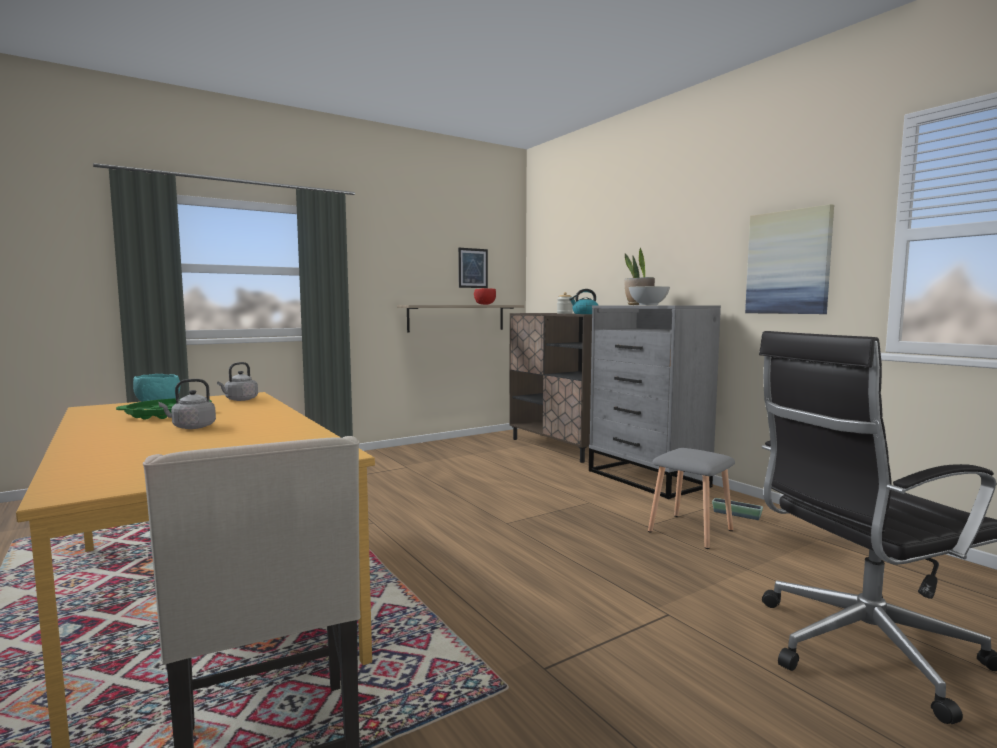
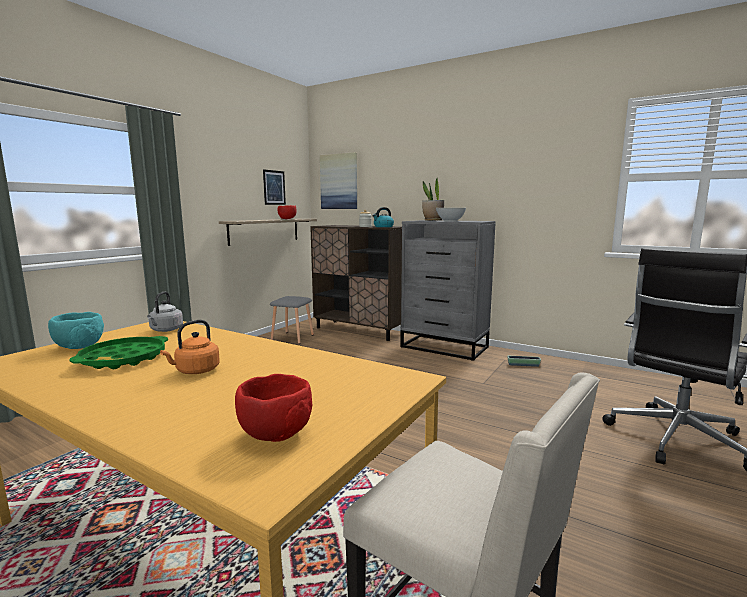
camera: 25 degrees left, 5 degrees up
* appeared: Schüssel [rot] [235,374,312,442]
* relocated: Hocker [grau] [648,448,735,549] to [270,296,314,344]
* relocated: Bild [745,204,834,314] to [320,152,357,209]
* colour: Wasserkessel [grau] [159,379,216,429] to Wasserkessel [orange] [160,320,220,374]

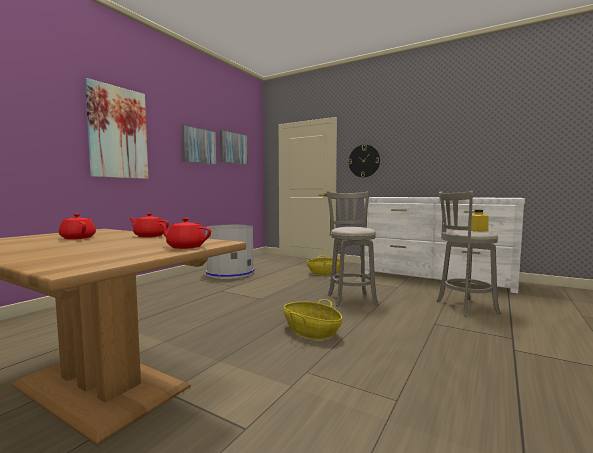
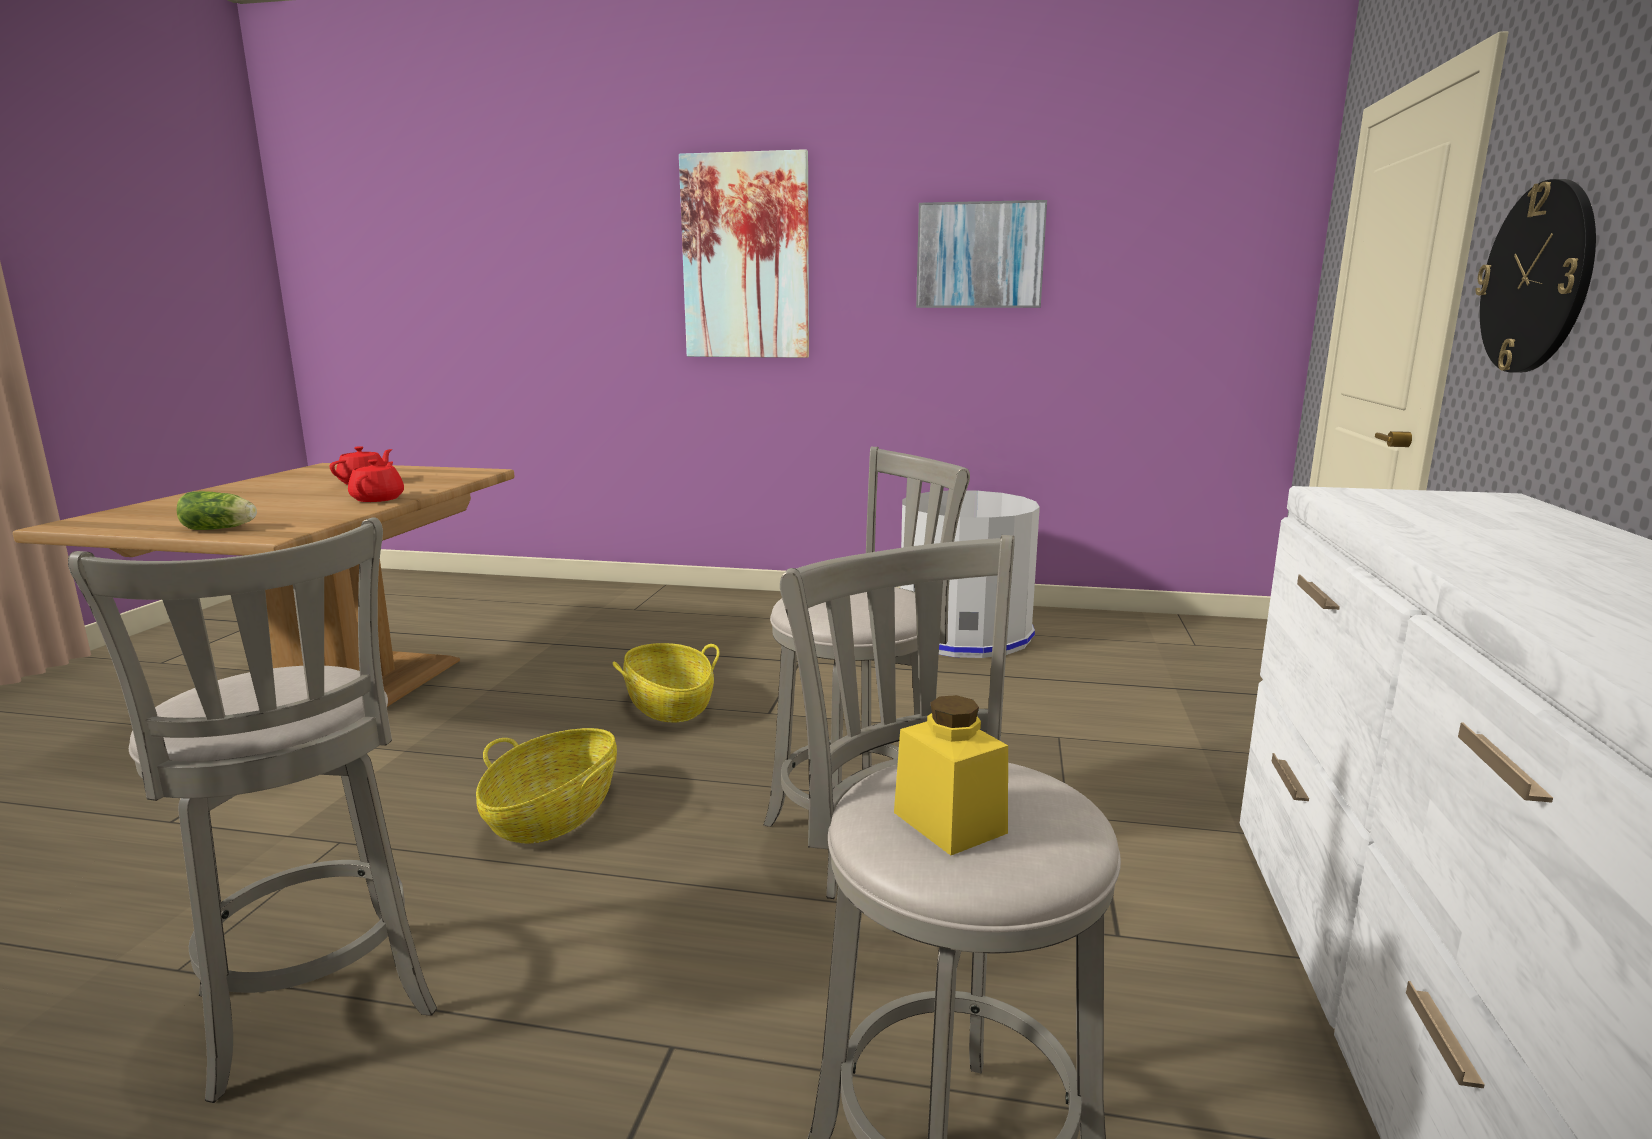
camera: 70 degrees right, 10 degrees up
* missing: Bild [220,129,248,165]
* appeared: Hocker [grau] [68,517,437,1103]
* relocated: Korb [307,255,345,275] to [613,643,720,723]
* exchanged: Teekanne [rot] [158,218,211,249] to Salatkopf [176,491,257,530]

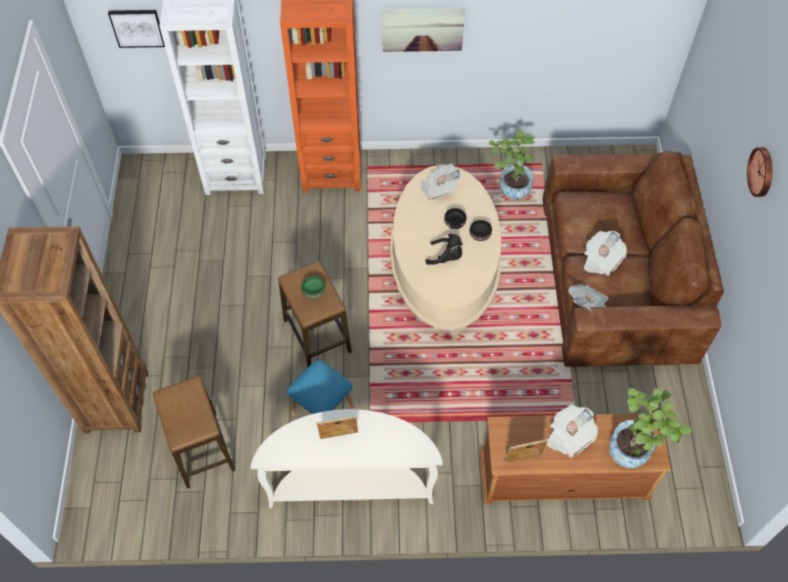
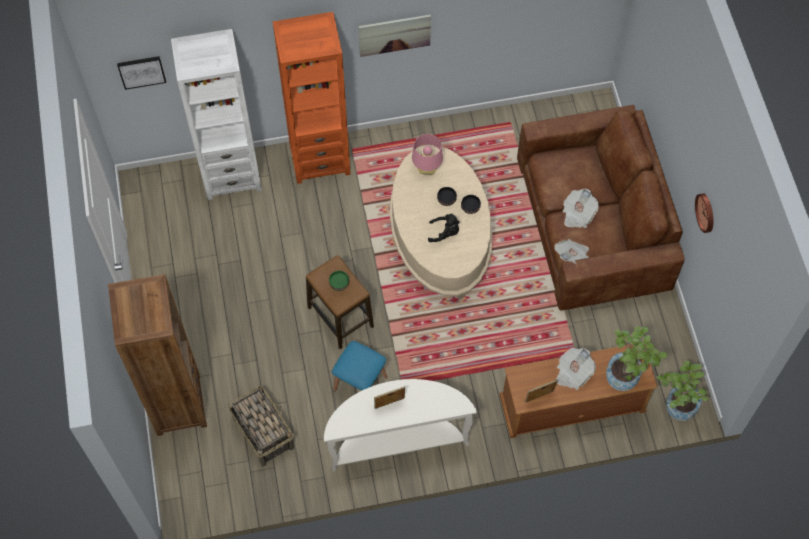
camera: 10 degrees left, 5 degrees up
* relocated: Topfpflanze [488,130,535,199] to [657,361,708,421]
* relocated: Wanduhr [747,147,772,197] to [695,193,713,233]
* exchanged: Hocker [153,376,236,489] to Korb [228,386,294,467]
* exchanged: Zeitung [419,164,462,200] to Tischlampe [rosa] [412,134,443,175]

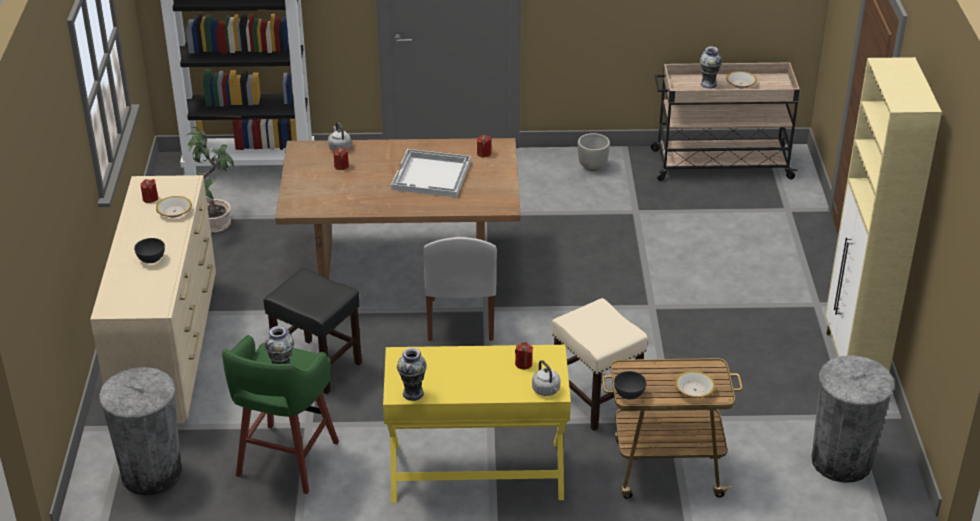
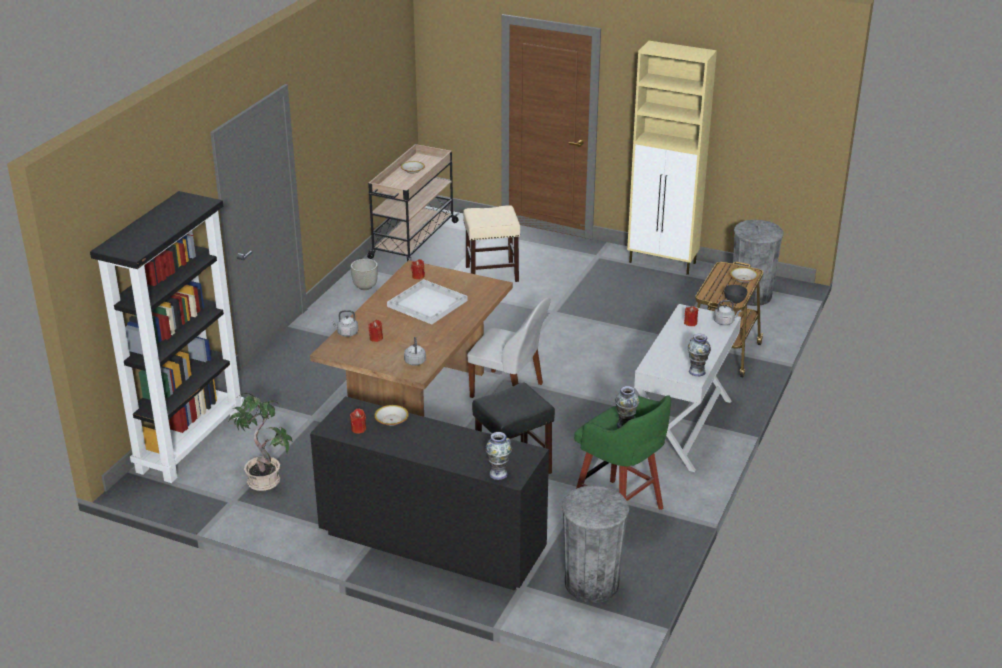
camera: 65 degrees left, 5 degrees down
* missing: Schüssel [grau] [134,238,165,263]
* appeared: Wasserkessel [grau] [404,337,426,366]
* relocated: Hocker [beige] [552,298,648,431] to [463,205,520,282]
* relocated: Vase [700,46,722,89] to [485,432,512,480]
* colour: Kommode [beige] [90,175,216,423] to Kommode [schwarz] [310,396,549,591]
* colour: Konsolentisch [gelb] [383,345,571,503] to Konsolentisch [weiß] [634,304,741,472]

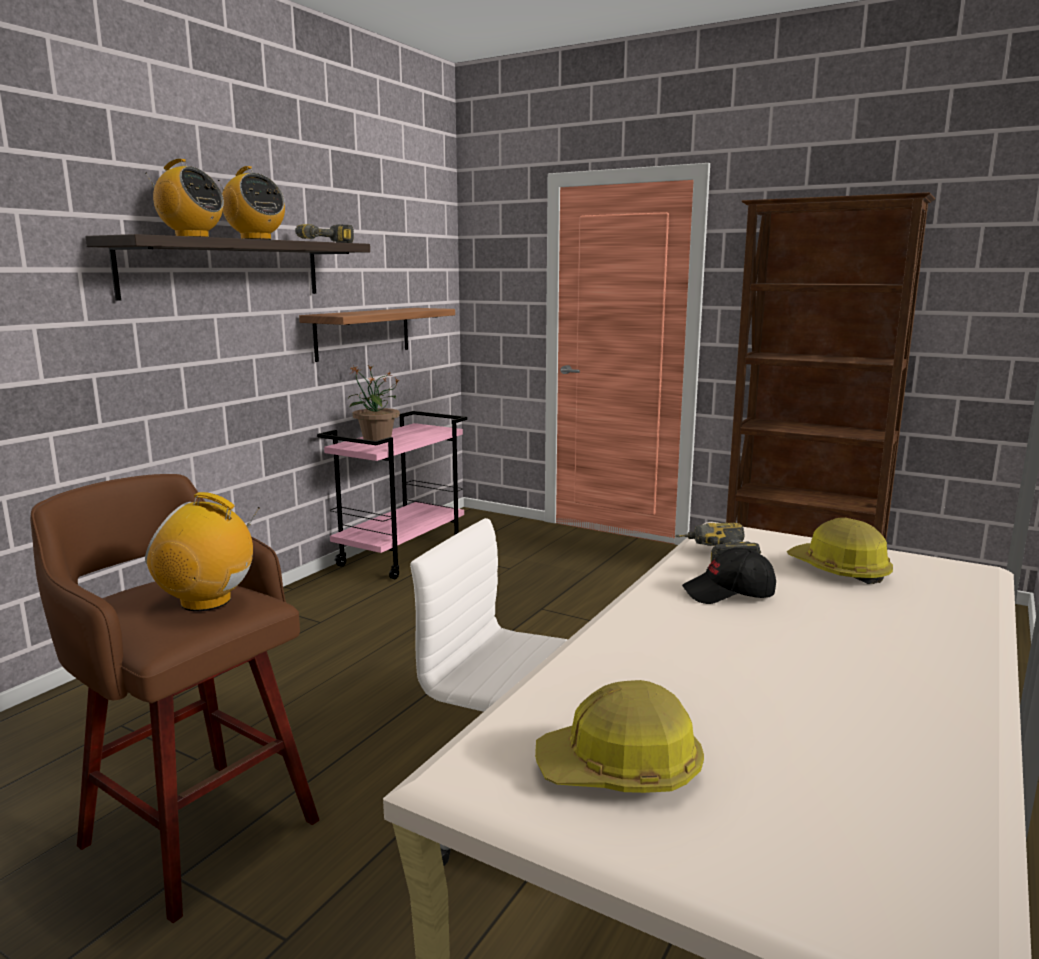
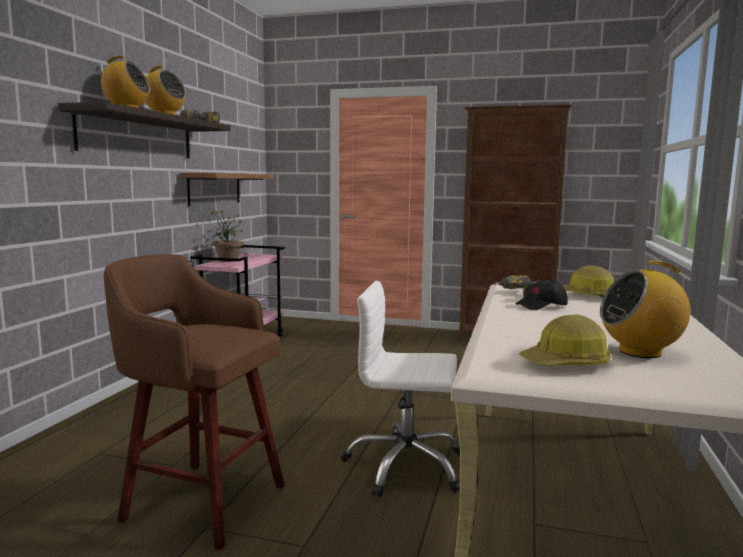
camera: 15 degrees left, 5 degrees down
* relocated: Radio [145,492,260,611] to [600,261,690,358]

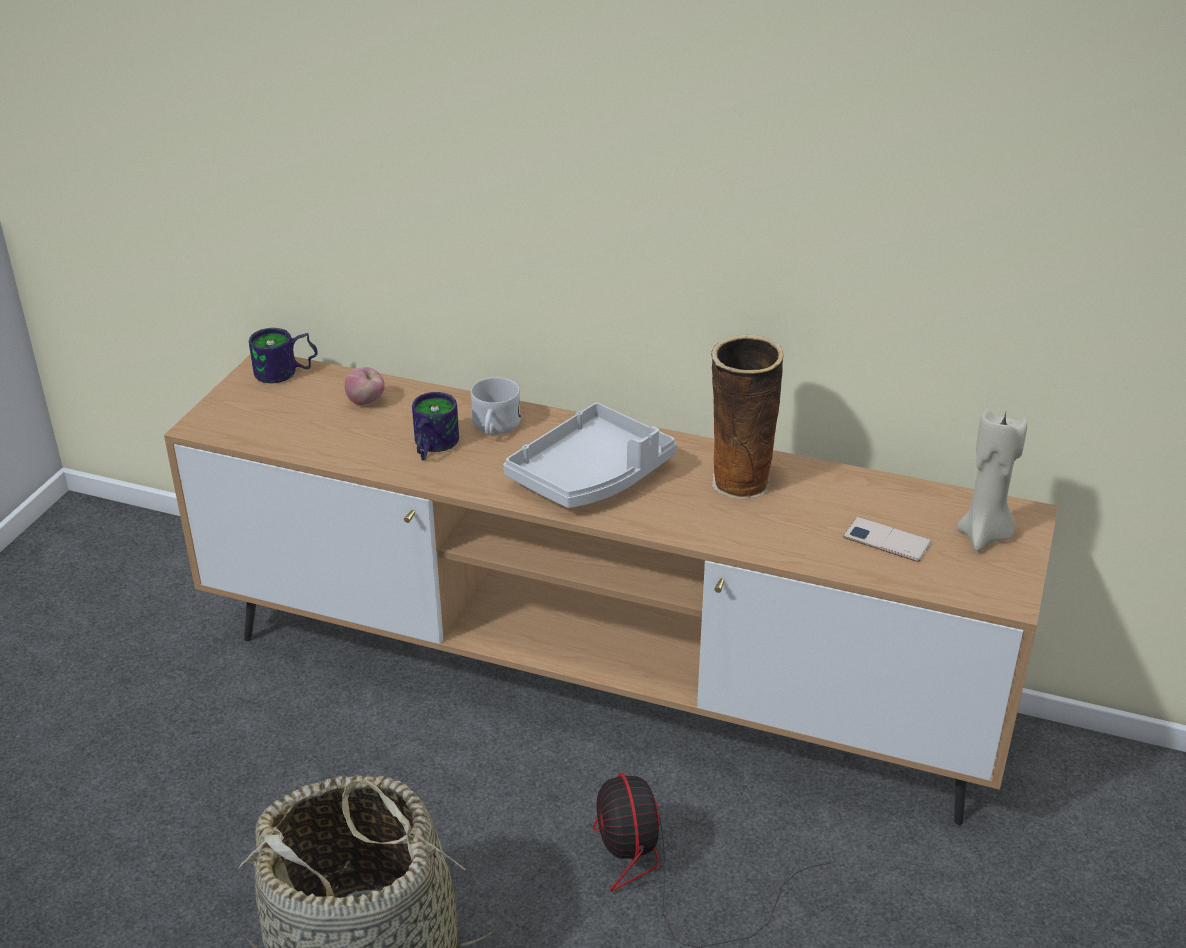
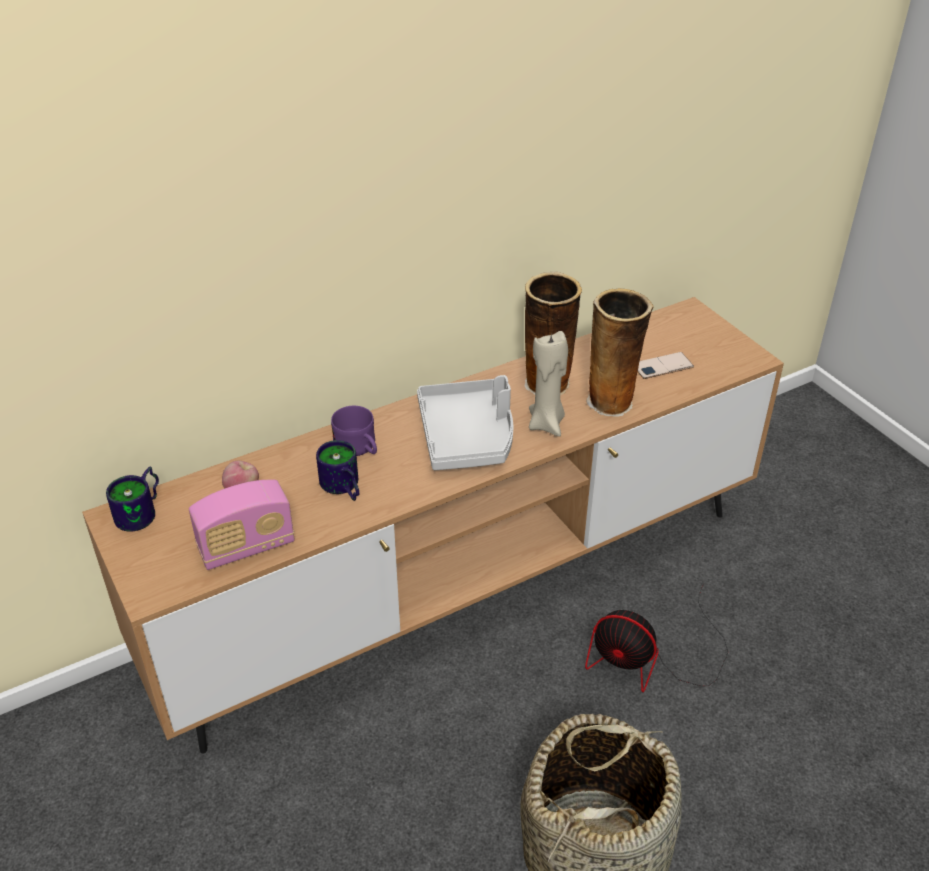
camera: 50 degrees left, 5 degrees up
* appeared: Radio [189,480,295,570]
* appeared: Vase [586,288,653,417]
* relocated: Kerze [beige] [957,410,1027,551] to [529,331,568,437]
* colour: Henkelbecher [weiß] [471,377,521,435] to Henkelbecher [lila] [331,406,377,456]

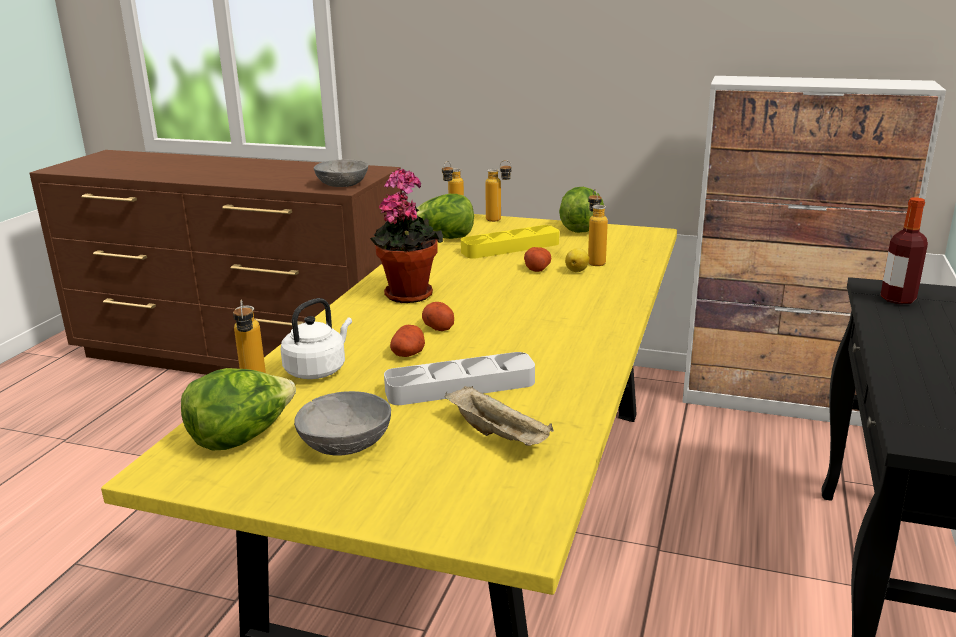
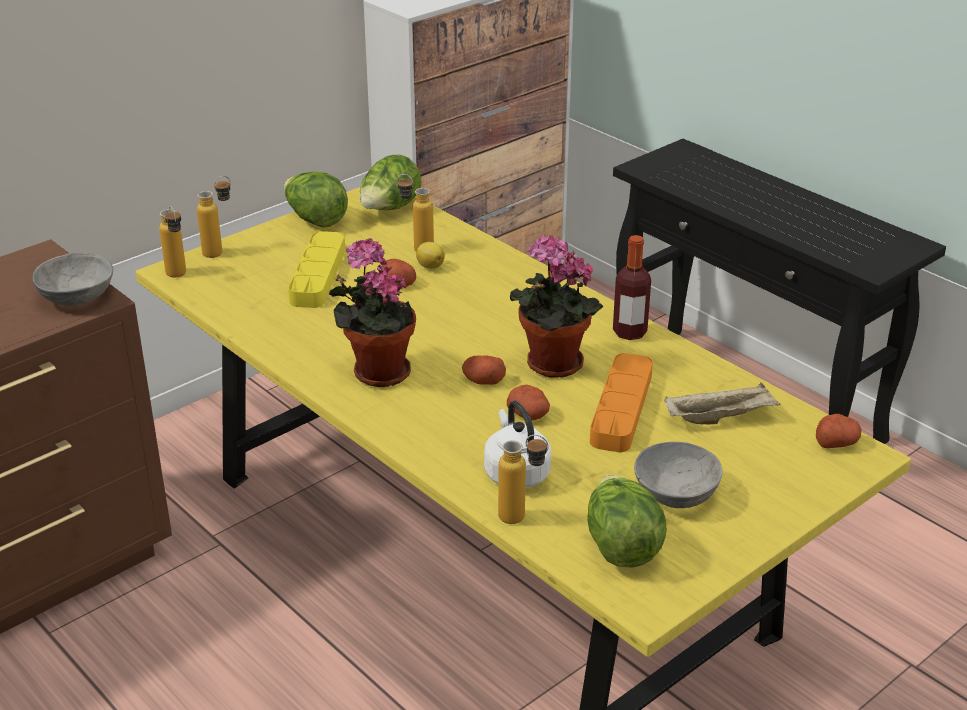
camera: 60 degrees left, 10 degrees up
* appeared: Topfpflanze [510,235,604,378]
* appeared: Kartoffel [816,414,861,448]
* relocated: Salatkopf [417,194,474,239] to [360,155,422,210]
* relocated: Flasche [880,197,928,304] to [613,235,651,340]
* colour: Tablett [grau] [384,352,535,405] to Tablett [orange] [590,353,653,452]

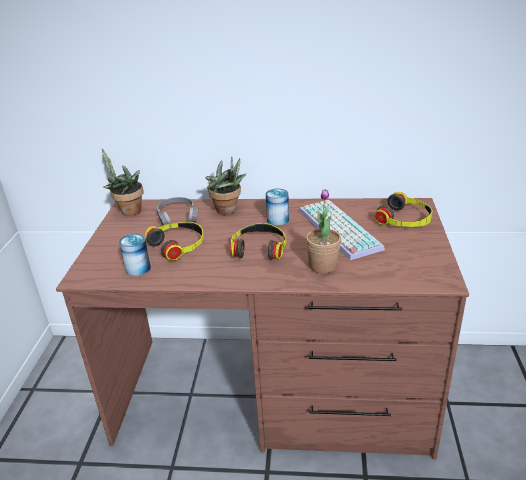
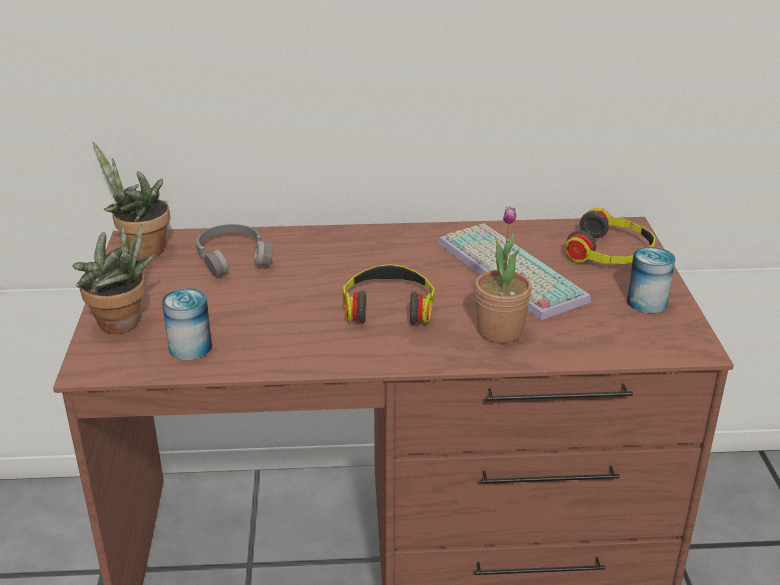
camera: 10 degrees left, 0 degrees up
* missing: Kopfhörer [145,222,204,261]
* relocated: Topfpflanze [206,157,246,215] to [73,224,155,334]
* relocated: Dose [266,188,289,226] to [627,247,675,313]

